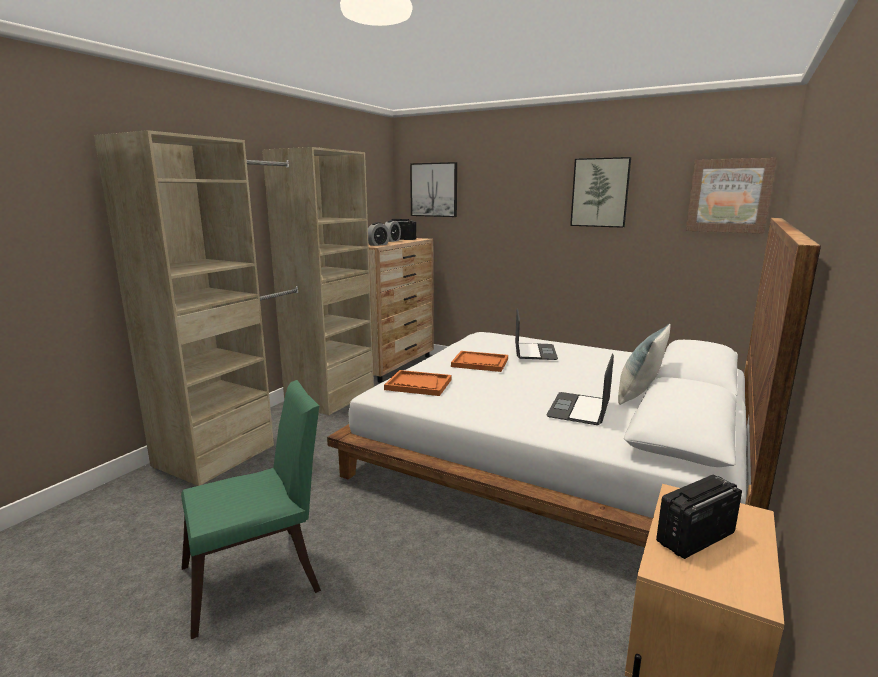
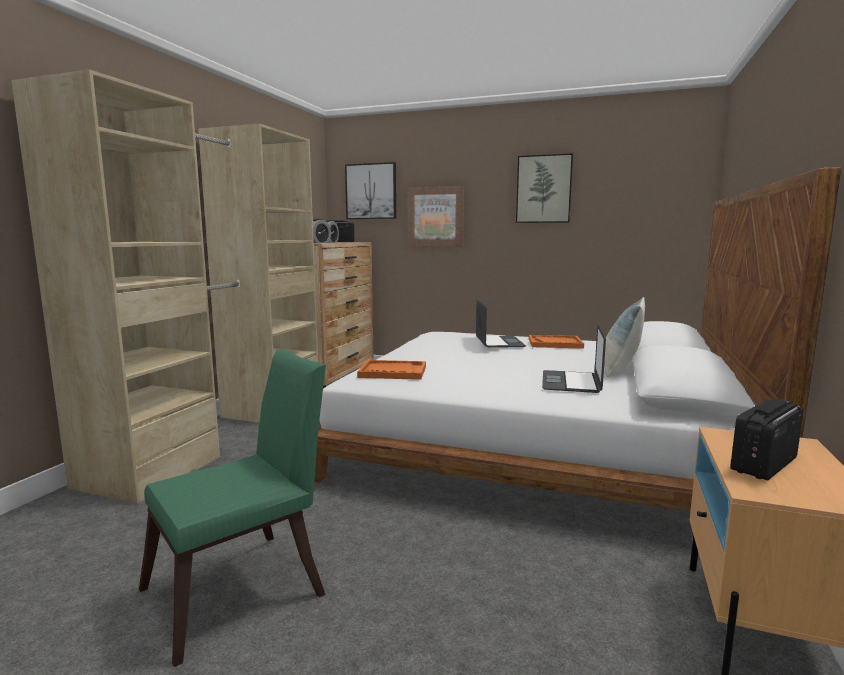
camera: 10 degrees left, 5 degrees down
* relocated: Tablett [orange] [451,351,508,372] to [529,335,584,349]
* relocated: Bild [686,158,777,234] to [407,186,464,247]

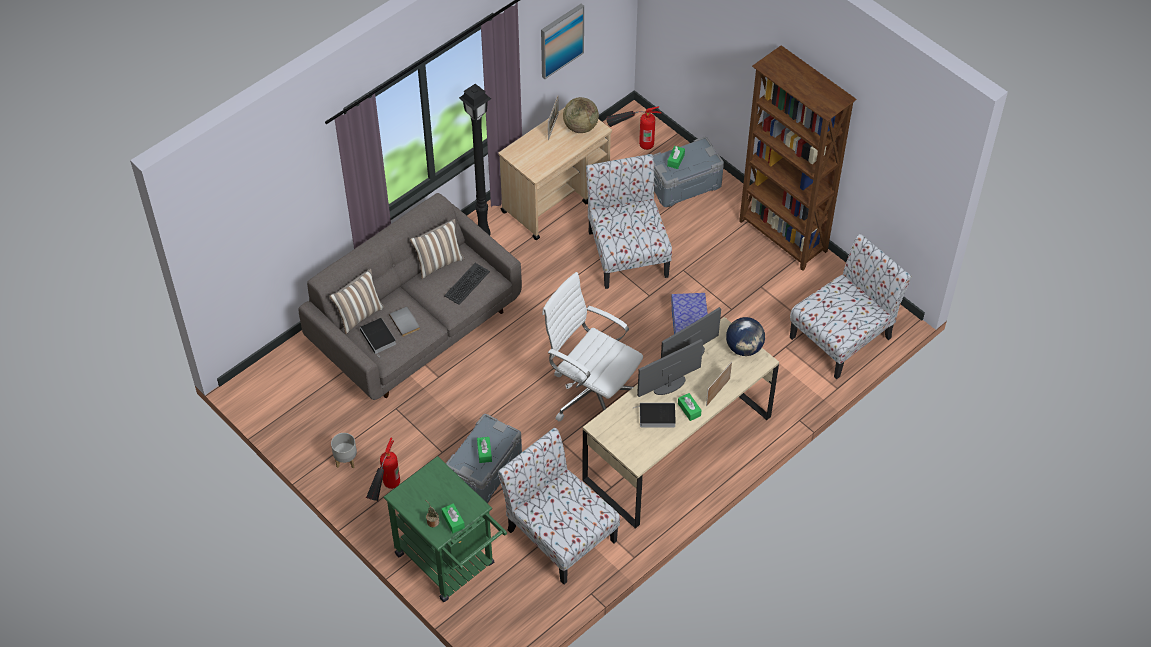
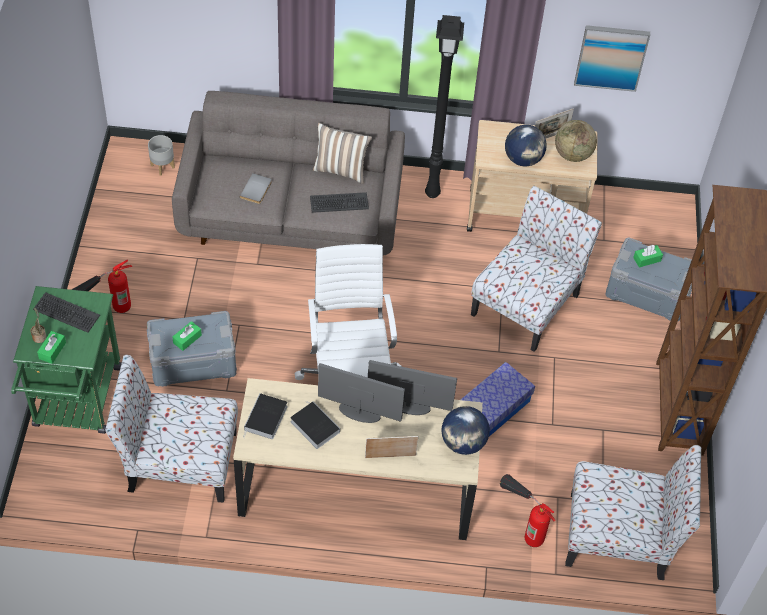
camera: 45 degrees right, 0 degrees up
* missing: Kissen [329,269,385,334]
* missing: Taschentuchbox [grün] [678,393,702,421]
* appeared: Tastatur [33,292,100,333]
* appeared: Globus [505,125,547,166]
* relocated: Pflanzkübel [grau] [331,433,357,468] to [148,135,175,176]
* relocated: Buch [360,318,396,357] to [243,393,287,439]
* relocated: Feuerlöscher [606,106,661,150] to [500,474,556,547]
* spun: Stuhl [498,427,620,584] = [105,355,238,503] 90 degrees counterclockwise

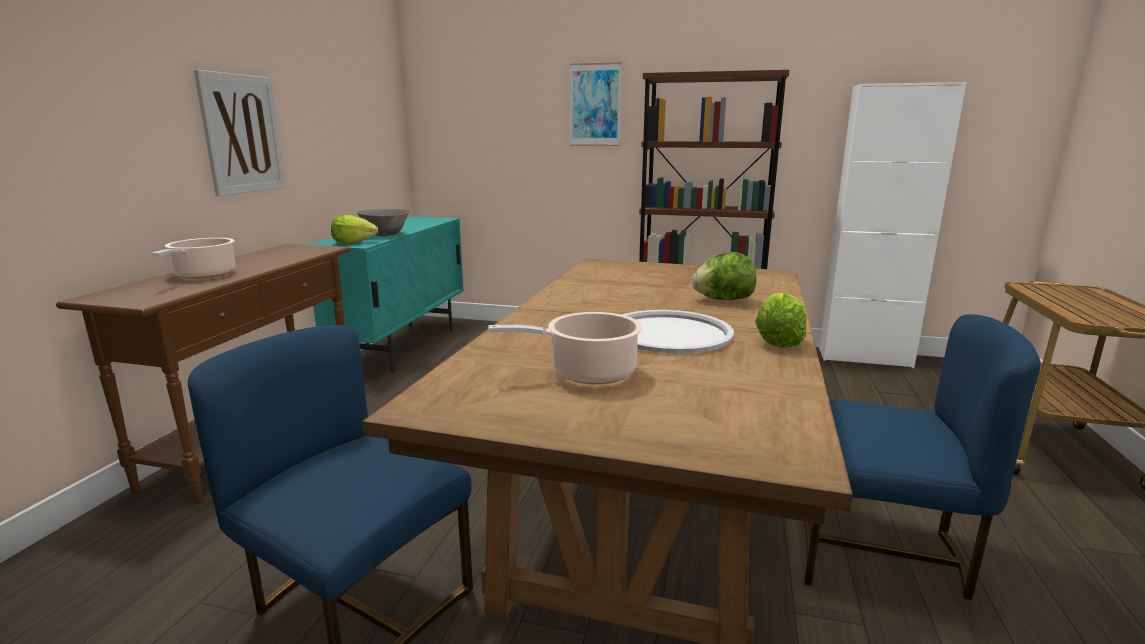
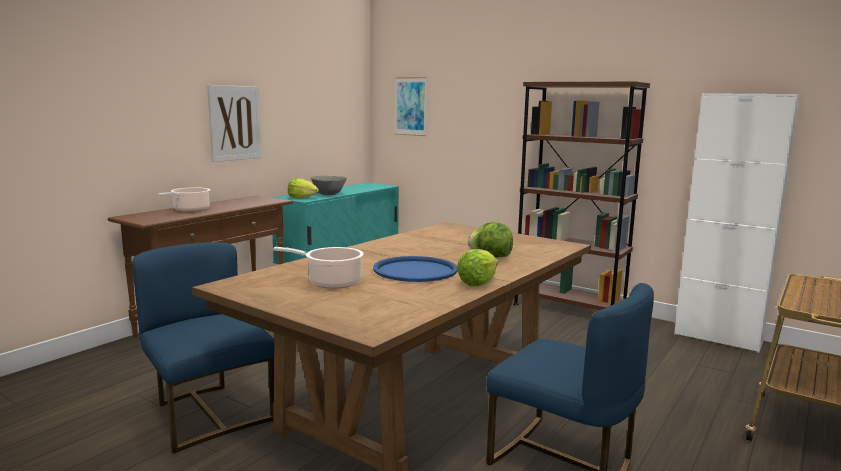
camera: 20 degrees right, 5 degrees down
* relocated: Bild [570,62,622,146] to [395,77,427,136]
* colour: Tablett [weiß] [622,310,734,354] to Tablett [blau] [373,256,458,282]

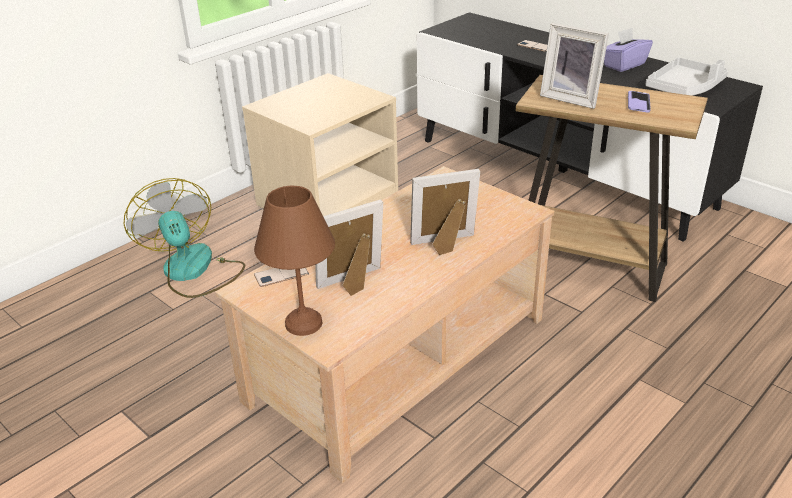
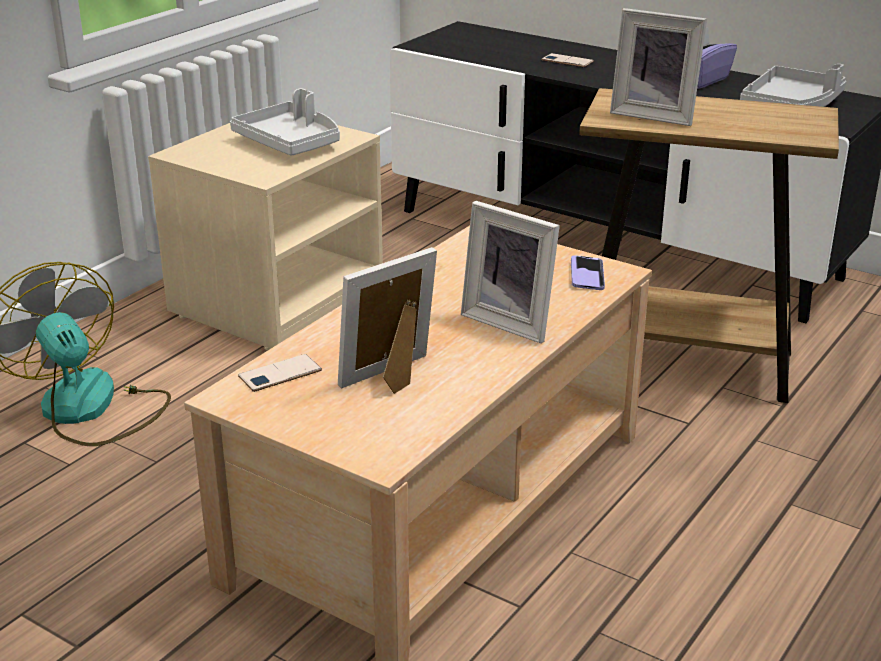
camera: 10 degrees left, 5 degrees down
* missing: Tischlampe [braun] [254,186,335,336]
* appeared: Tablett [grau] [230,88,340,156]
* relocated: Handy [628,91,651,113] to [571,255,605,290]
* spun: Bilderrahmen [410,169,480,255] = [461,201,560,343] 120 degrees counterclockwise

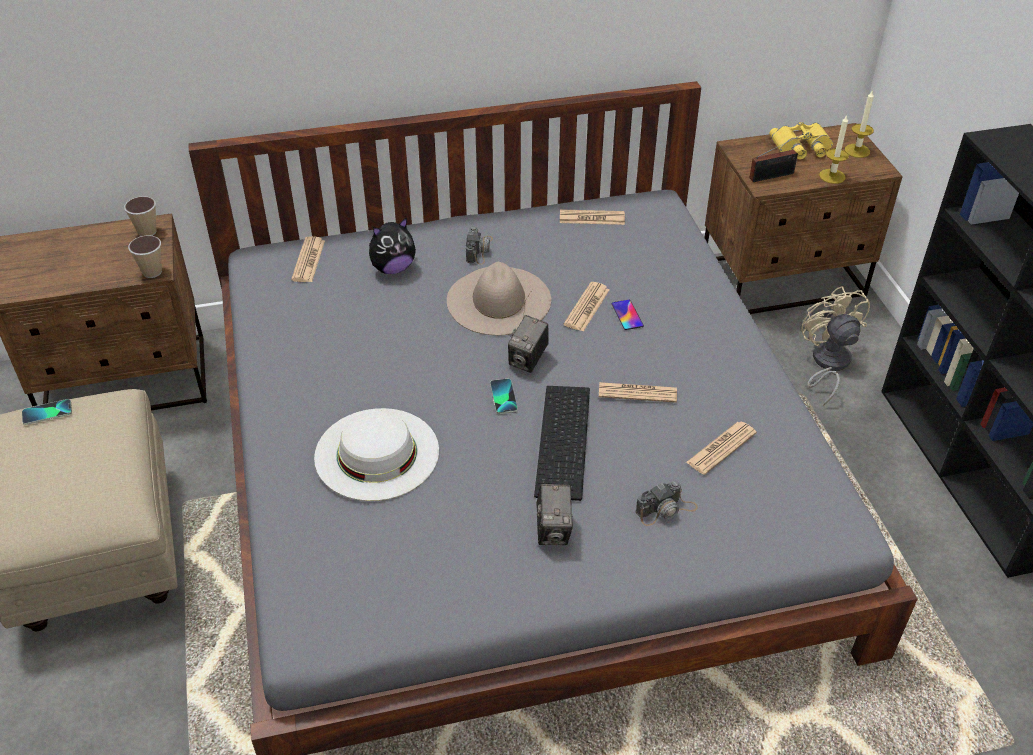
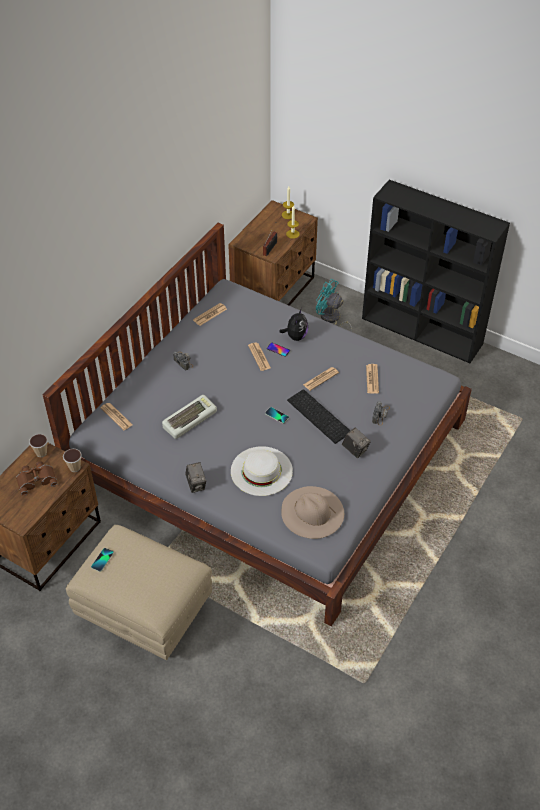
camera: 45 degrees left, 5 degrees up
* missing: Fernglas [gelb] [770,122,833,160]
* appeared: Fernglas [braun] [16,461,58,496]
* appeared: Tastatur [162,395,217,439]
* relocated: Plüschtier [369,217,416,274] to [279,309,308,341]
* relocated: Hut [beige] [447,262,551,336] to [281,486,344,539]
* relocated: Kamera [508,315,548,373] to [185,462,206,493]
* colour: Ventilator [beige] [801,286,870,406] to Ventilator [türkis] [316,279,352,332]

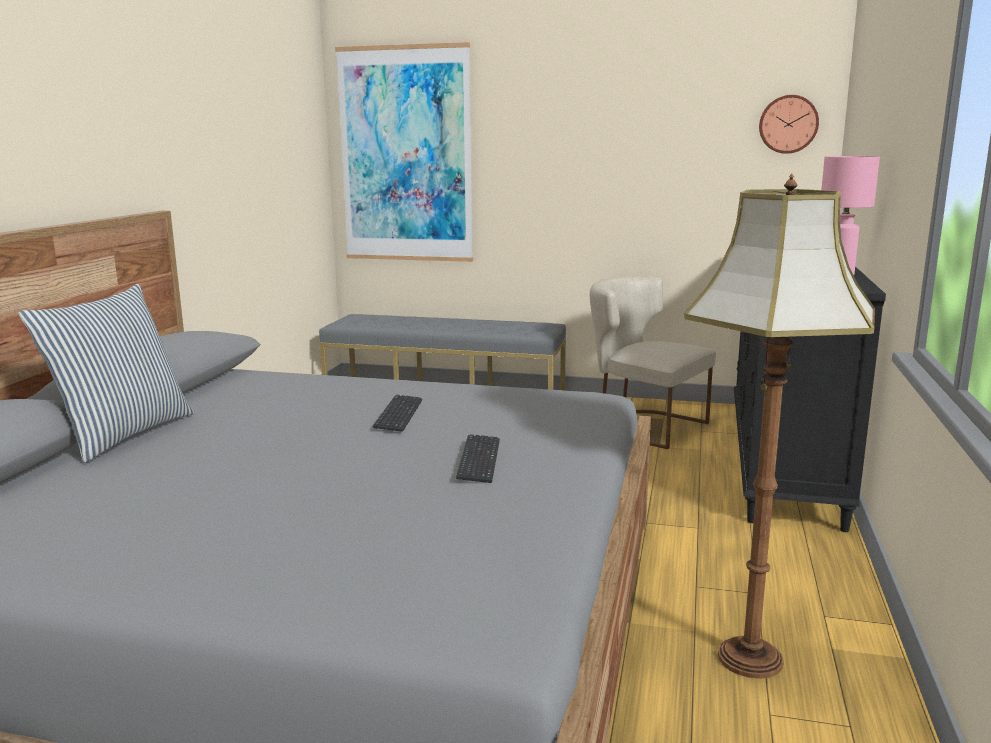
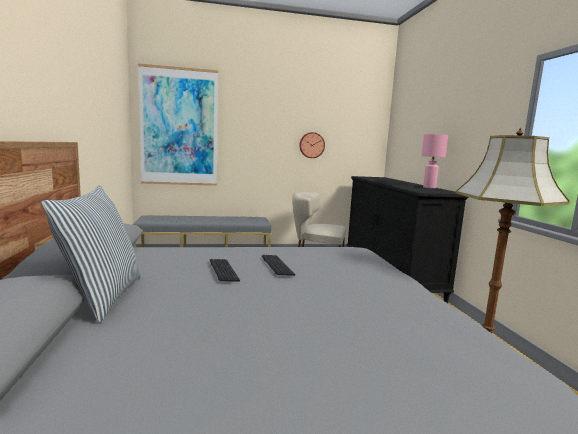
camera: 25 degrees left, 5 degrees down
* relocated: Tastatur [456,434,500,483] to [210,259,240,282]
* relocated: Wanduhr [759,95,819,154] to [299,132,325,158]

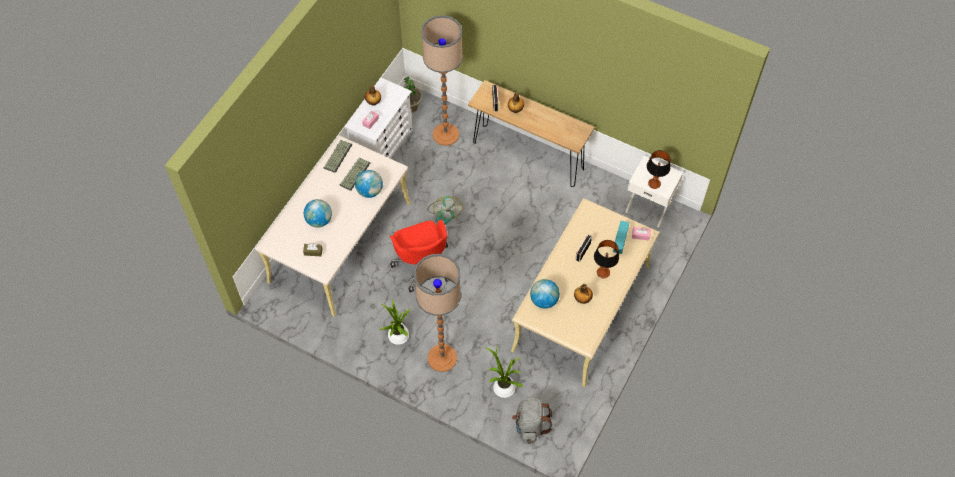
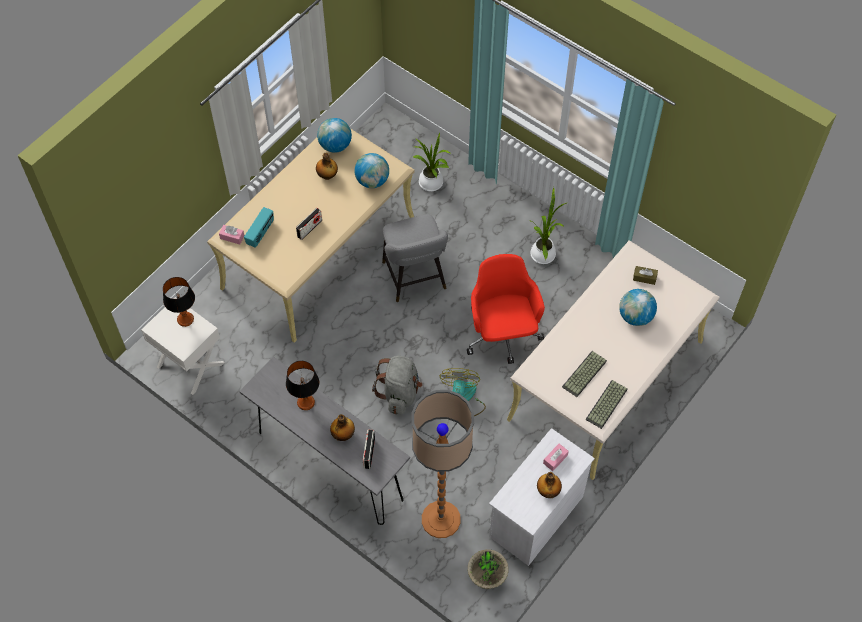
camera: 170 degrees left, 0 degrees up
* missing: Stehlampe [414,254,461,372]
* appeared: Hocker [grau] [382,214,448,302]
* relocated: Globus [355,170,383,198] to [317,118,352,153]
* relocated: Rucksack [grau] [512,398,553,444] to [372,356,422,414]
* relocated: Tischlampe [594,240,619,278] to [286,361,319,410]
* colour: Konsolentisch [braun] [468,80,595,187] to Konsolentisch [grau] [239,356,410,525]

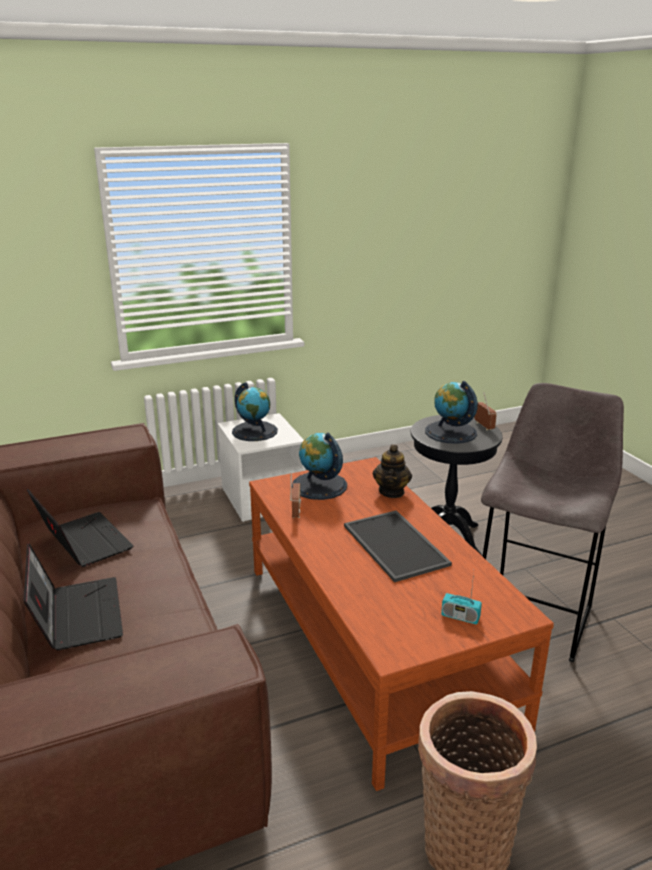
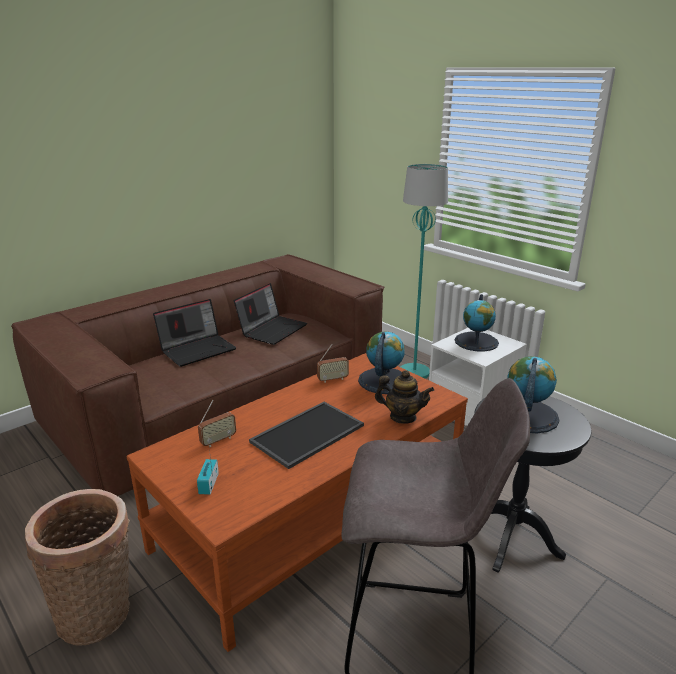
camera: 70 degrees right, 0 degrees up
* appeared: Stehlampe [türkis] [401,164,448,379]
* relocated: Radio [474,392,497,431] to [198,400,236,447]
* spun: Teekanne [373,445,412,498] = [375,370,434,424] 150 degrees counterclockwise

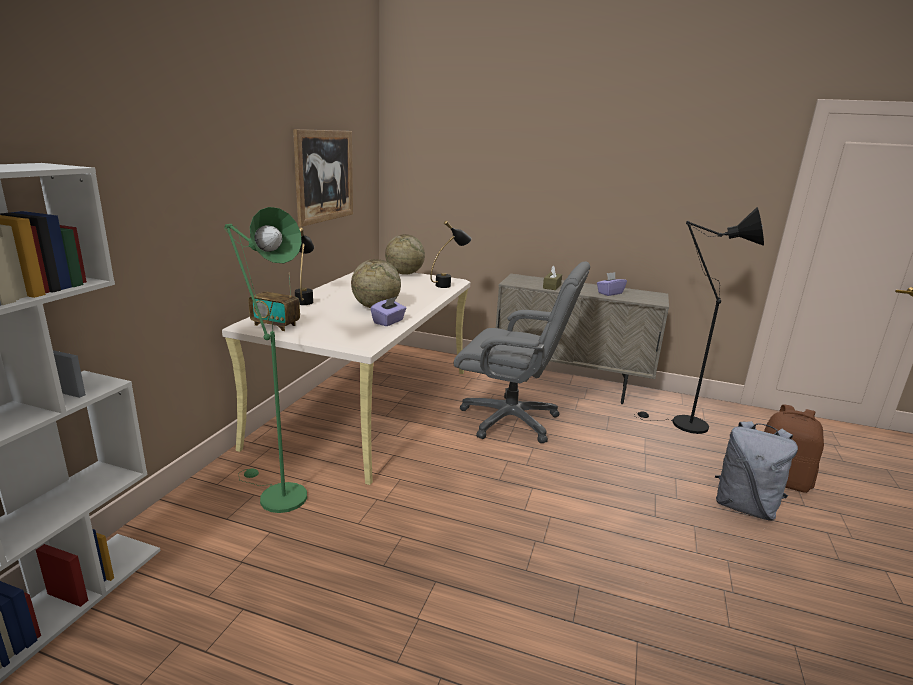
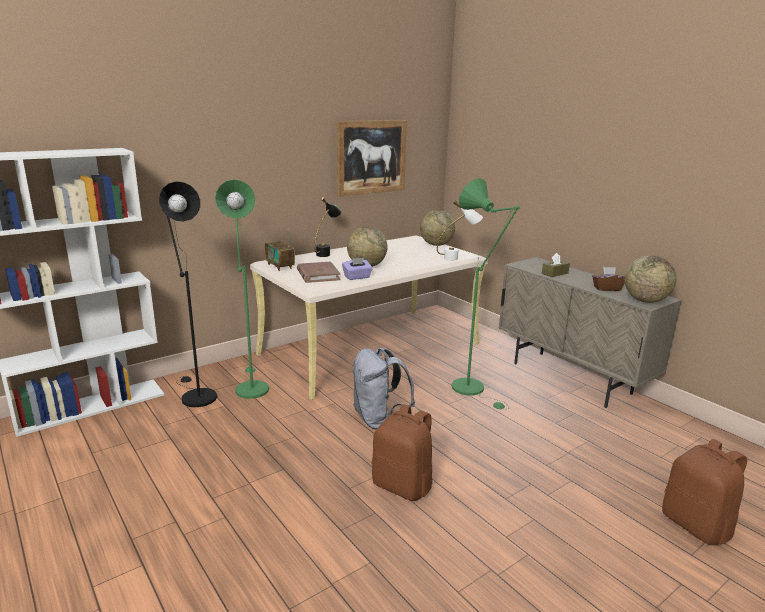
camera: 35 degrees right, 0 degrees up
* appeared: Buch [braun] [297,262,340,283]
* appeared: Rucksack [braun] [372,404,433,501]
* appeared: Globus [624,255,677,303]
* relocated: Stehlampe [schwarz] [634,207,764,434] to [159,181,217,407]
* relocated: Rucksack [grau] [715,421,798,521] to [353,348,415,429]
* exchanged: Bürostuhl [grau] [454,261,590,443] to Stehlampe [grün] [452,178,520,409]
* colour: Tischlampe [schwarz] [430,220,471,288] to Tischlampe [weiß] [437,200,483,261]
* colour: Taschentuchbox [lila] [597,272,627,296] to Taschentuchbox [braun] [592,267,625,291]

